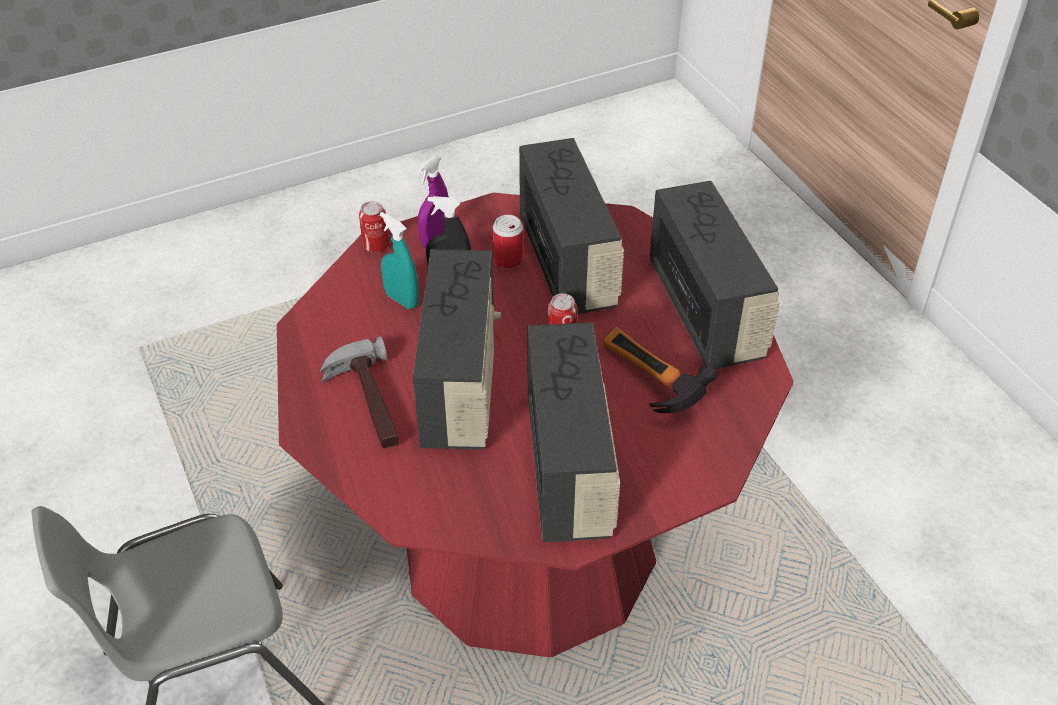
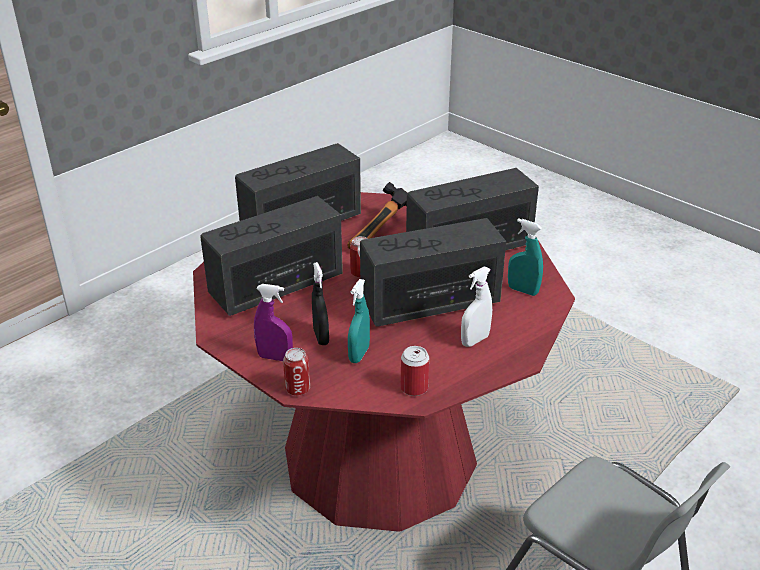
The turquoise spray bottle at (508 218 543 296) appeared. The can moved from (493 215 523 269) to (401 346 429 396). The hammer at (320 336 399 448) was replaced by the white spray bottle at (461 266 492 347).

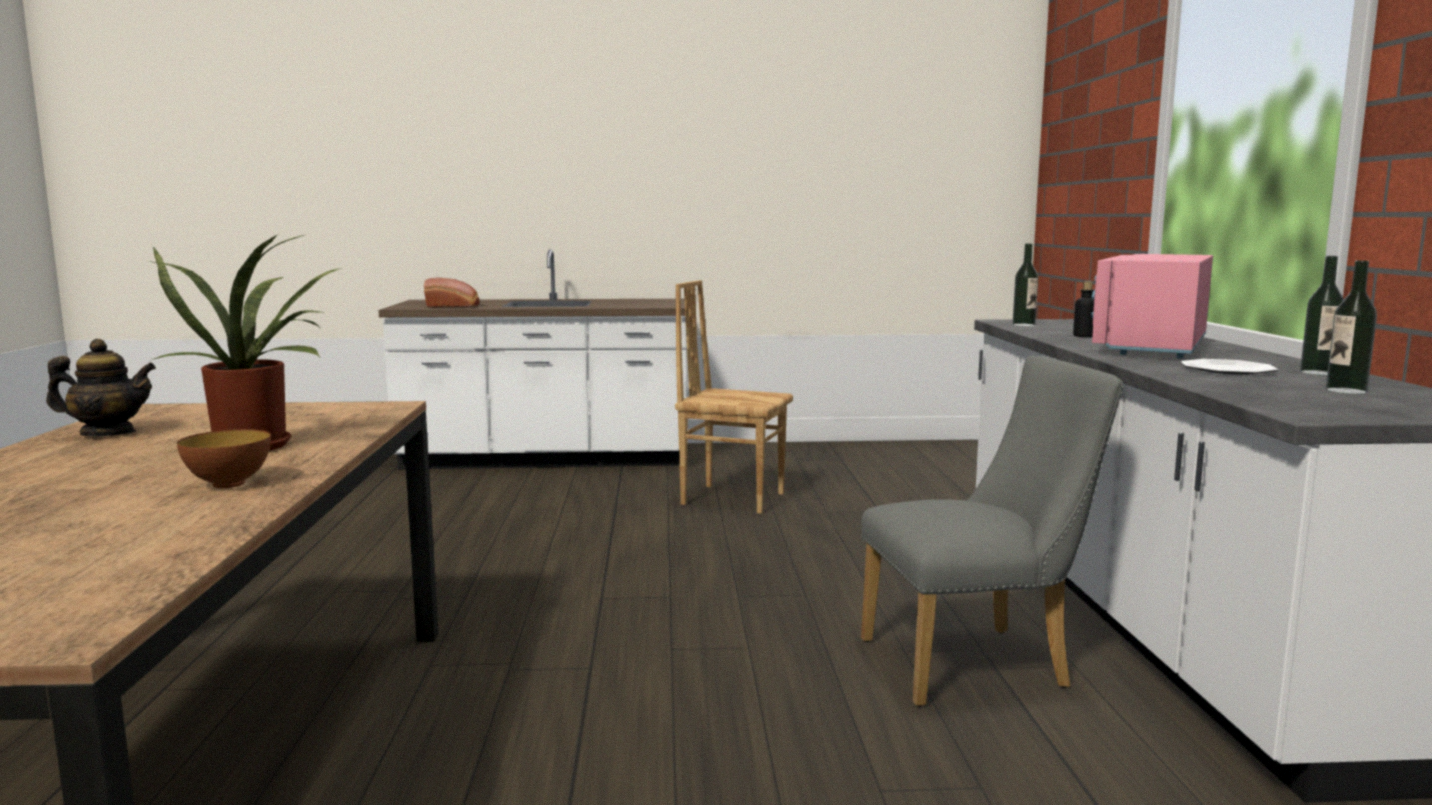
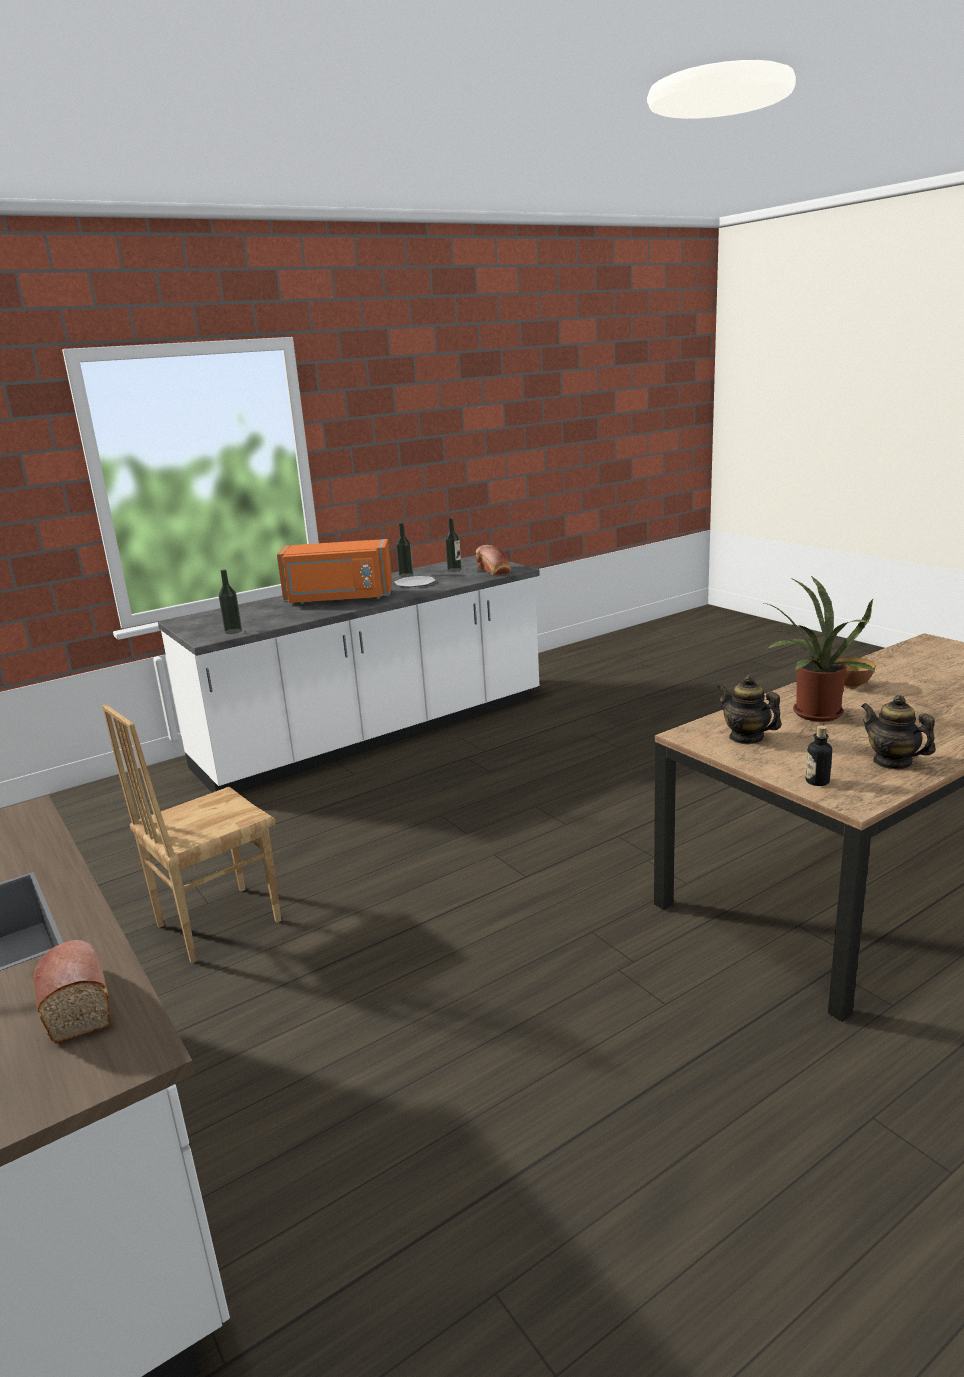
The grey chair at (861 356 1123 707) disappeared. The bread at (476 545 511 576) appeared. The teapot at (717 675 782 744) appeared. The bottle moved from (1073 281 1094 337) to (806 725 832 786). The pink microwave at (1091 254 1213 359) became the orange microwave at (277 539 392 604). The brown chair at (675 280 793 514) turned 60 degrees clockwise.

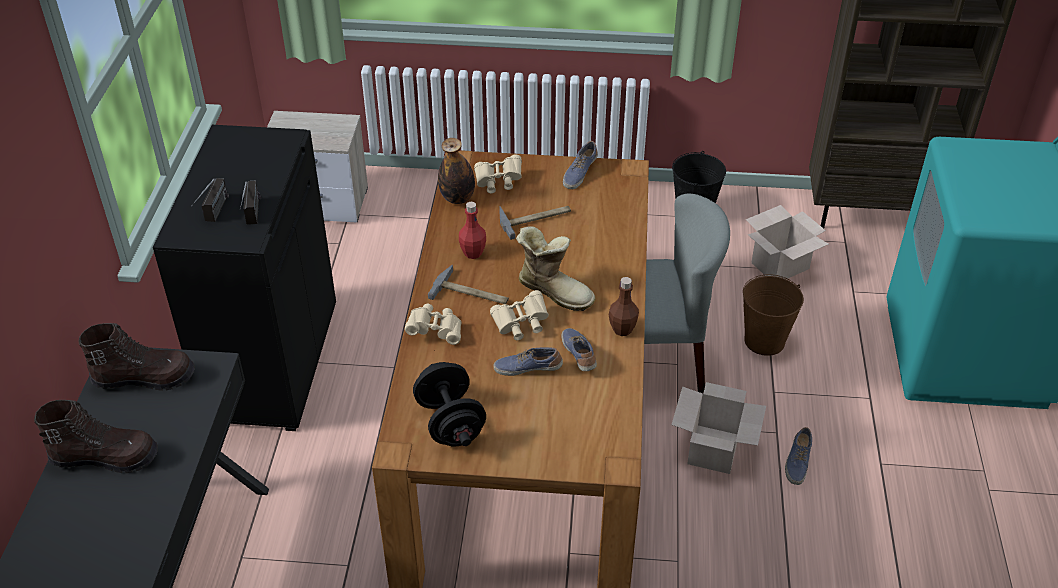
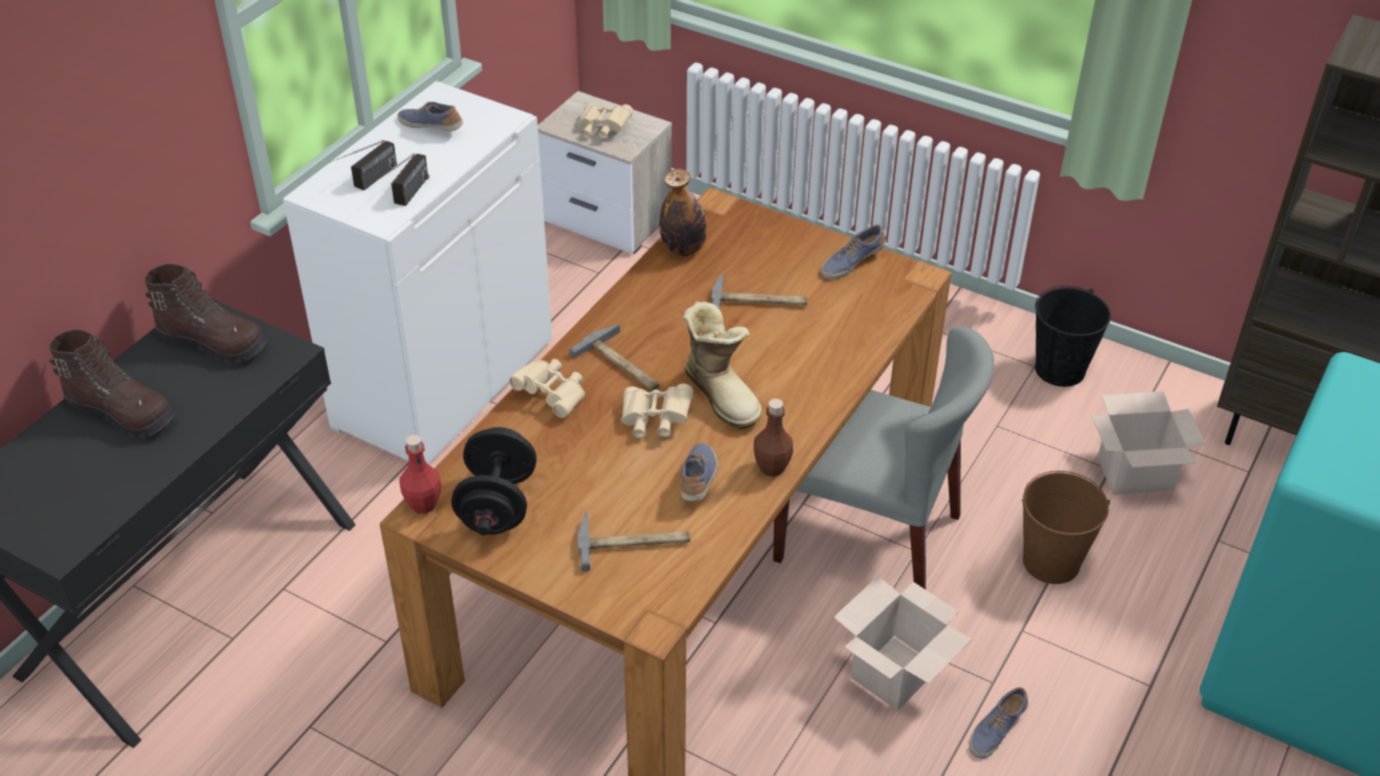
The hammer at (578 512 690 572) appeared. The red bottle moved from (459 202 486 259) to (399 435 441 514). The beige binoculars moved from (474 154 522 193) to (577 103 633 139). The shoe moved from (493 347 563 376) to (397 102 463 131). The black cabinet at (153 125 336 431) became the white cabinet at (283 81 552 464).

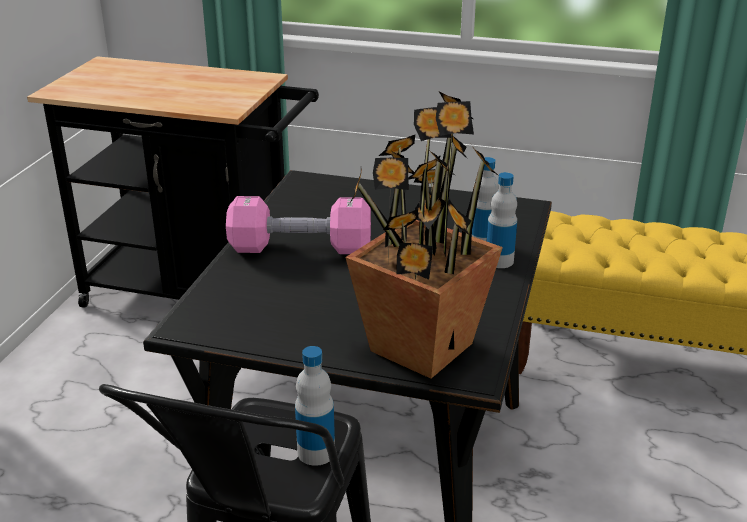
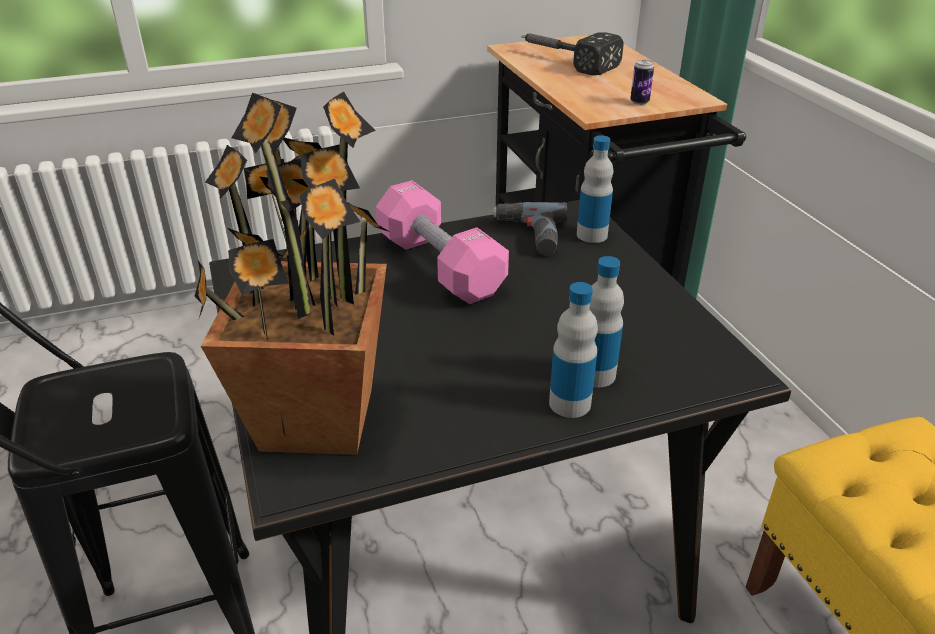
The power drill at (492 202 567 256) appeared. The hammer at (521 32 624 75) appeared. The can at (630 60 654 105) appeared. The bottle moved from (295 346 335 466) to (577 136 614 243).

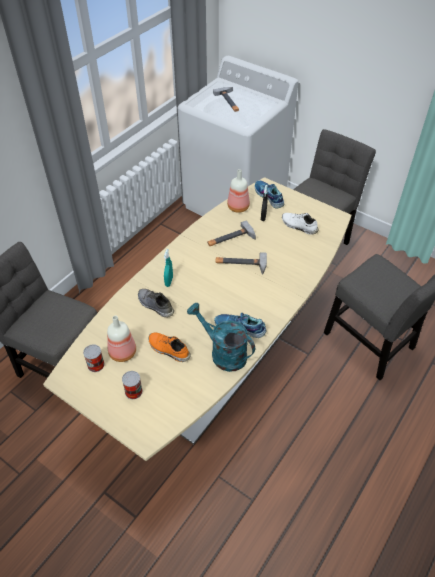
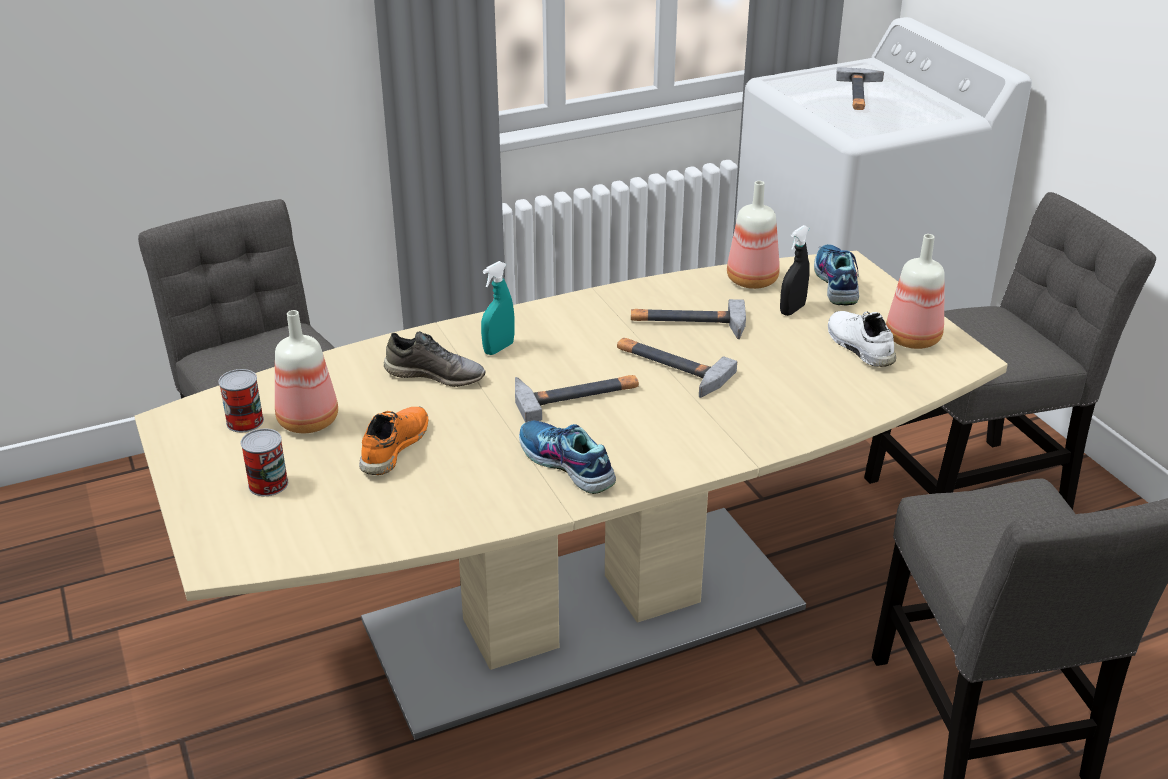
The turquoise watering can at (187 303 255 372) disappeared. The hammer at (515 375 639 423) appeared. The bottle at (886 234 945 349) appeared. The grey shoe at (138 289 174 317) turned 120 degrees clockwise. The orange shoe at (148 333 191 362) turned 45 degrees clockwise.

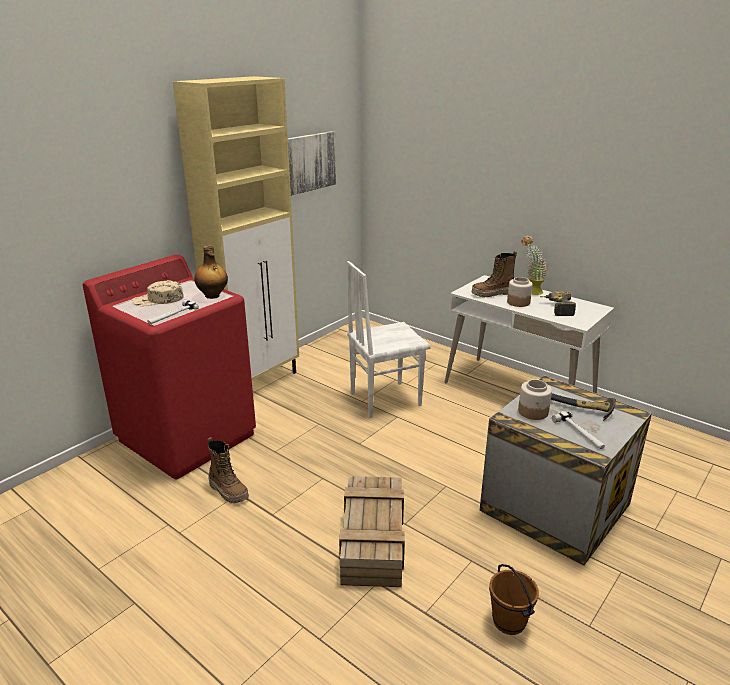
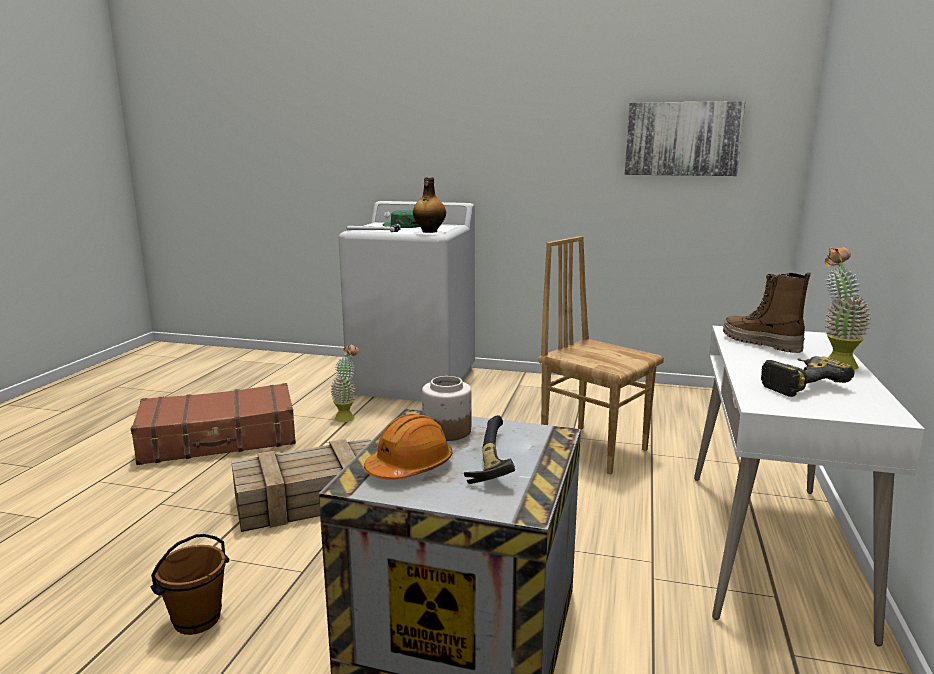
The beige cabinet at (173 76 299 380) disappeared. The jar at (507 277 533 307) disappeared. The brown suitcase at (131 383 296 465) appeared. The boot at (207 437 249 503) was replaced by the potted plant at (330 344 359 422). The hammer at (552 411 605 449) was replaced by the orange hard hat at (364 414 453 480). The red washing machine at (83 255 256 479) became the white washing machine at (338 201 475 401). The beige cap at (133 280 184 306) became the green cap at (383 210 420 228). The white chair at (347 261 431 418) became the brown chair at (539 236 664 474).

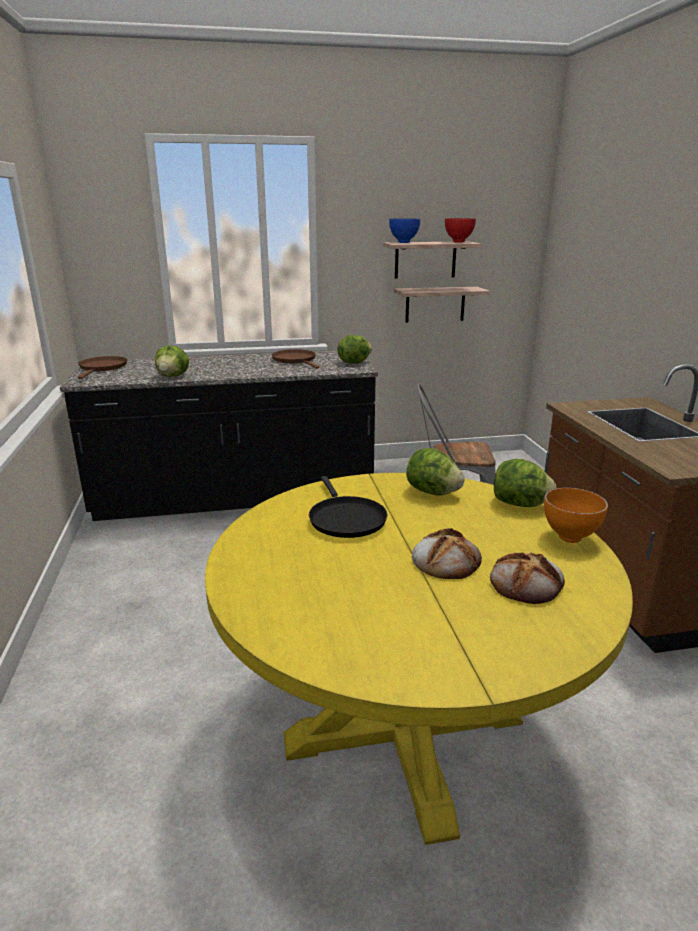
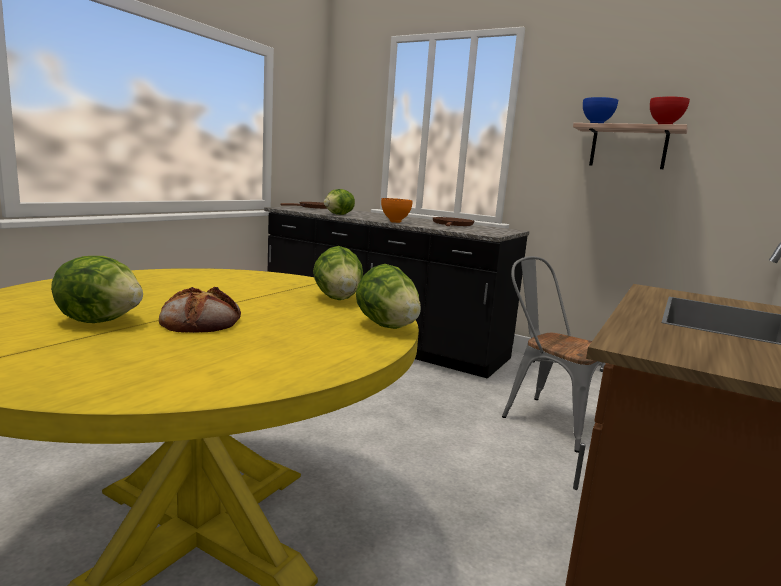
The black frying pan at (309 476 387 538) disappeared. The shelf at (394 287 490 323) disappeared. The bread at (490 552 565 604) disappeared. The lettuce moved from (337 335 372 364) to (51 256 143 323). The orange bowl moved from (544 488 608 543) to (381 198 413 223).

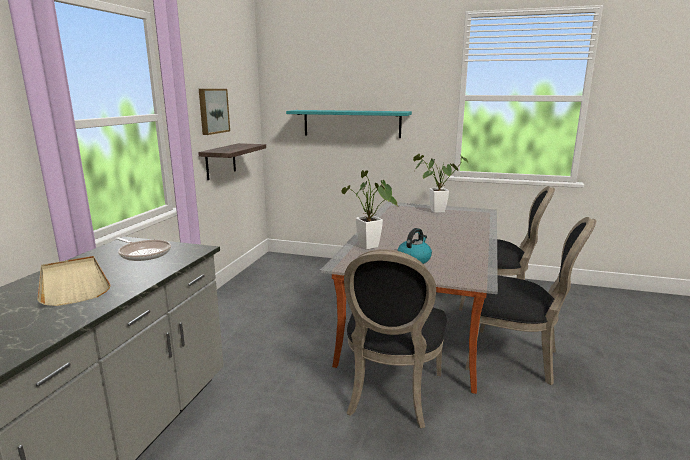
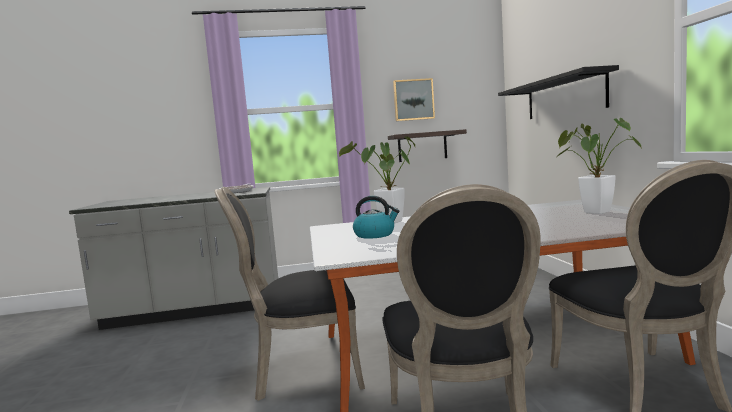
The beige tray at (37 256 111 306) disappeared. The turquoise shelf at (286 110 412 138) became the black shelf at (498 65 619 119).

